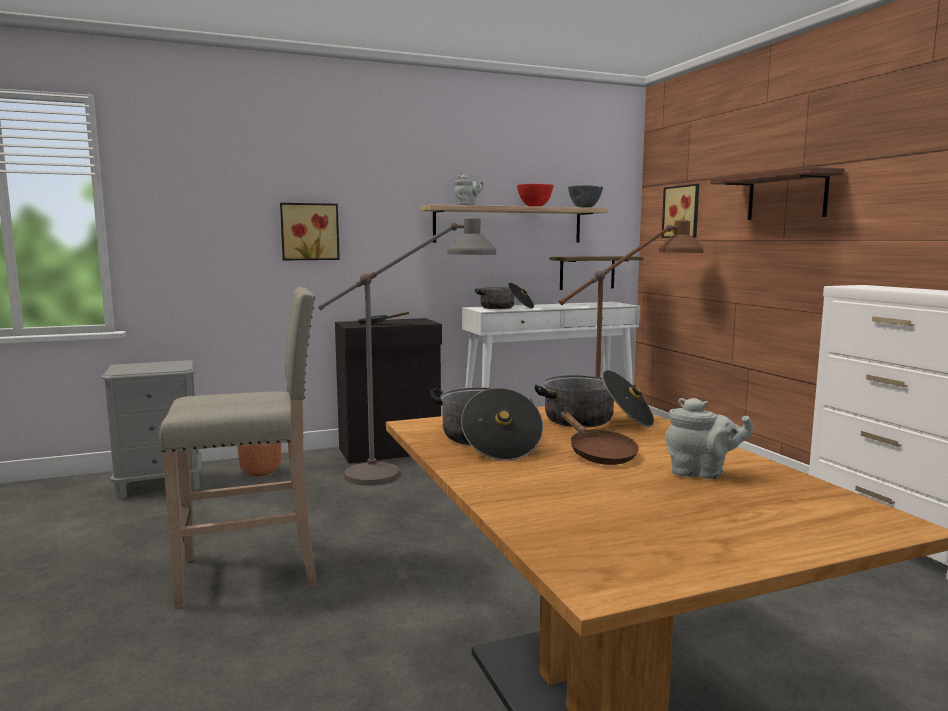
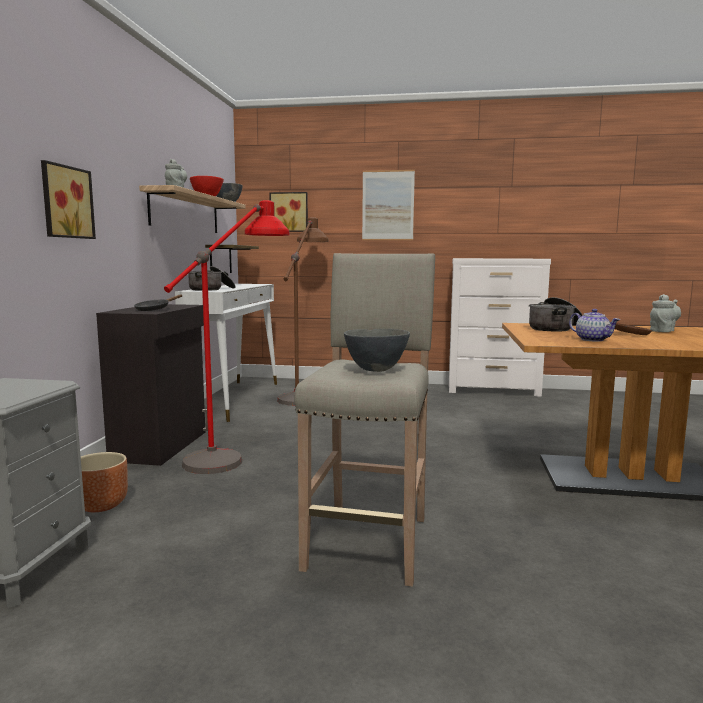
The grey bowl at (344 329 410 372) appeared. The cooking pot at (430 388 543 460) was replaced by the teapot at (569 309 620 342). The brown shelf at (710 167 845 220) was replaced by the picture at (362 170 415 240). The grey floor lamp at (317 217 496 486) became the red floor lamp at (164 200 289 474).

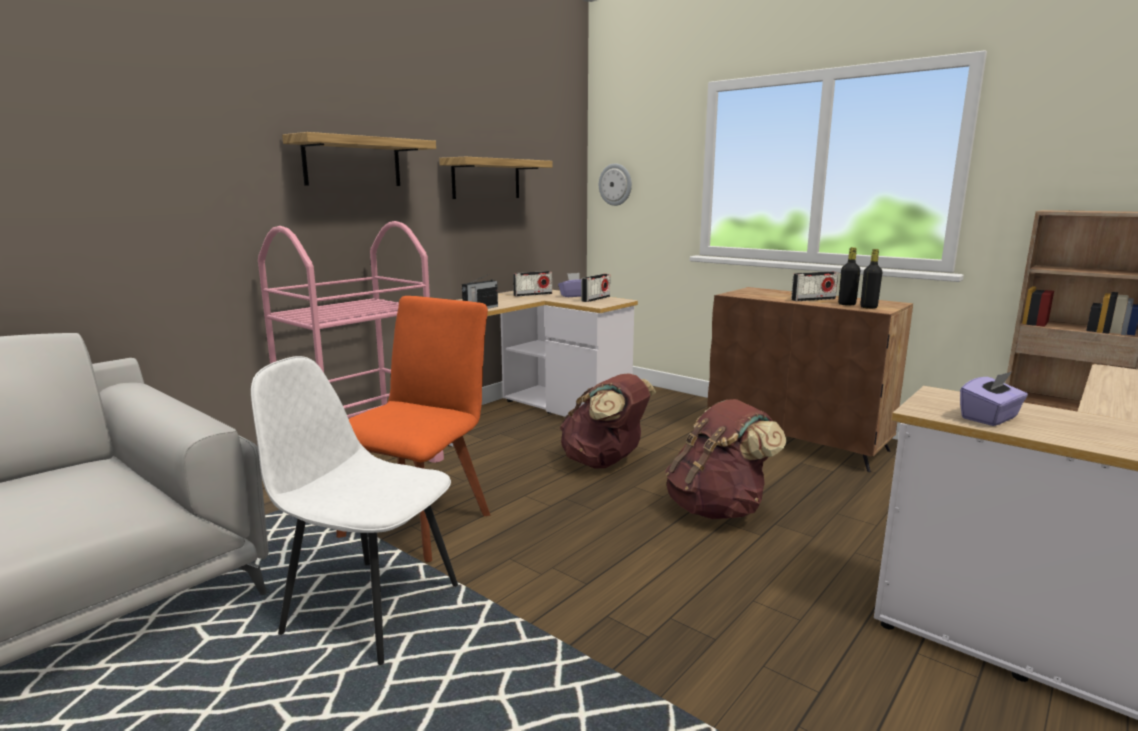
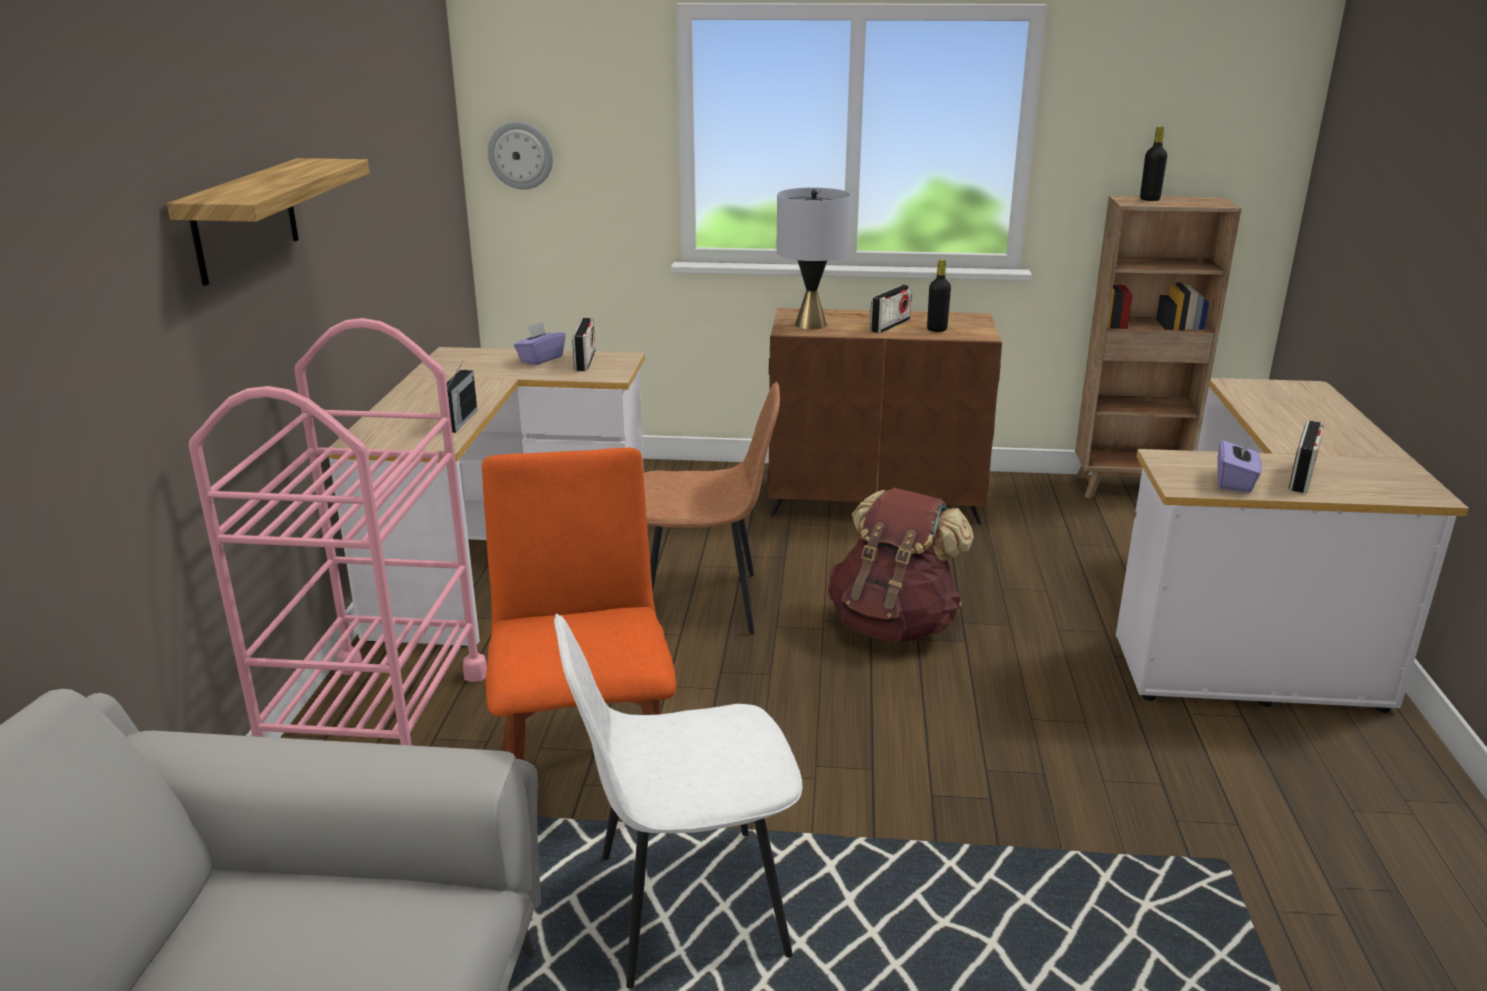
The shelf at (439 157 552 199) disappeared. The grey table lamp at (776 188 851 329) appeared. The radio moved from (513 271 552 296) to (1289 421 1324 493). The black bottle moved from (861 249 883 309) to (1140 126 1167 201). The brown backpack at (560 373 656 469) was replaced by the brown chair at (643 382 780 635).

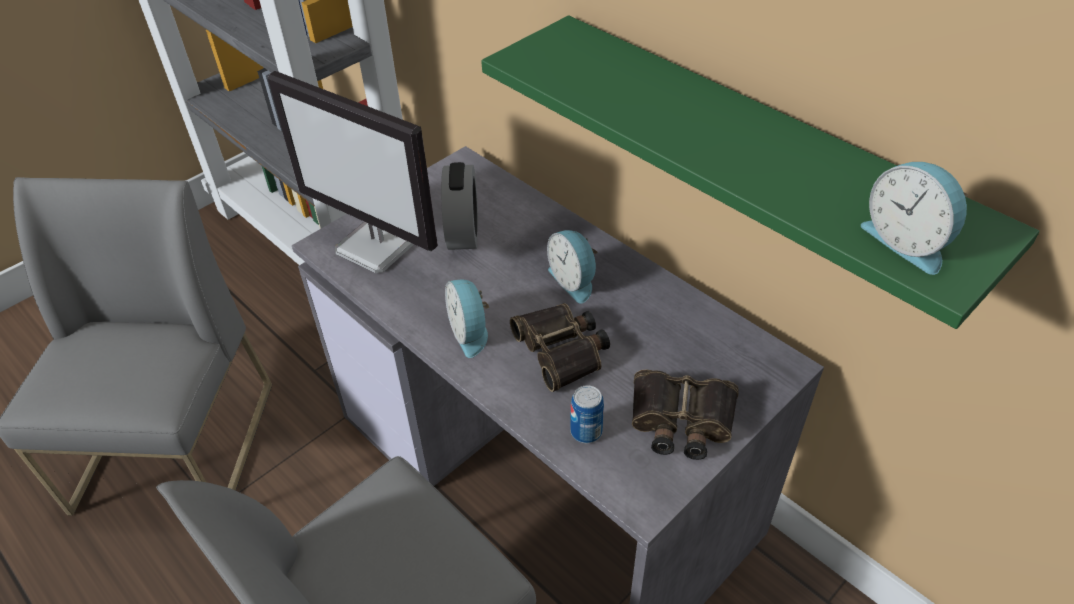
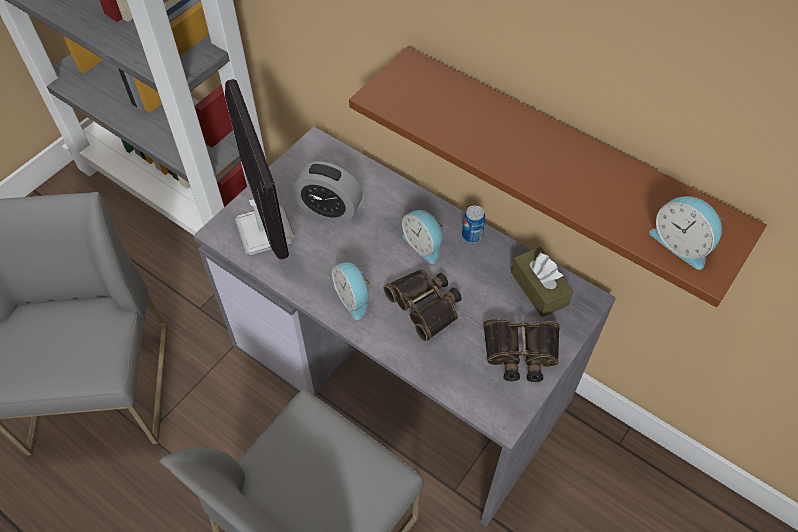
The brown tissue box at (511 247 573 317) appeared. The can moved from (570 385 604 443) to (462 206 485 243). The green shelf at (481 15 1039 329) became the brown shelf at (349 46 767 307). The monitor at (268 71 438 273) turned 135 degrees counterclockwise. The alarm clock at (441 162 478 250) turned 120 degrees clockwise.

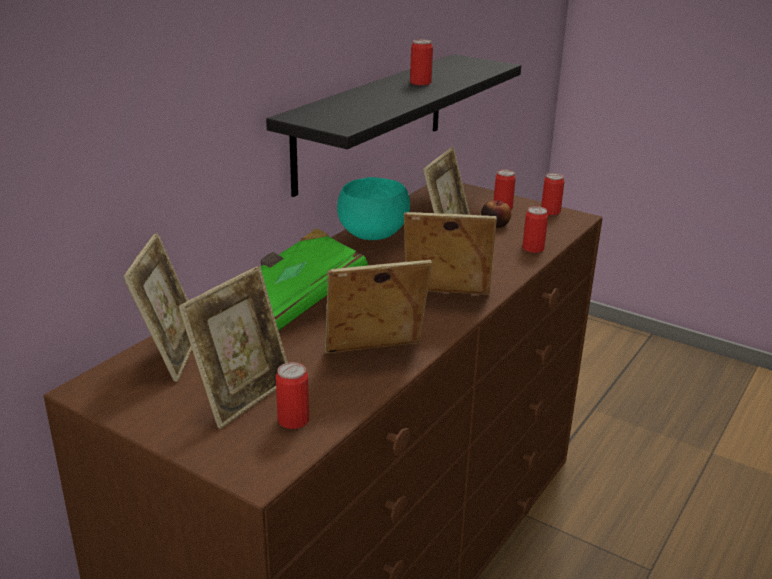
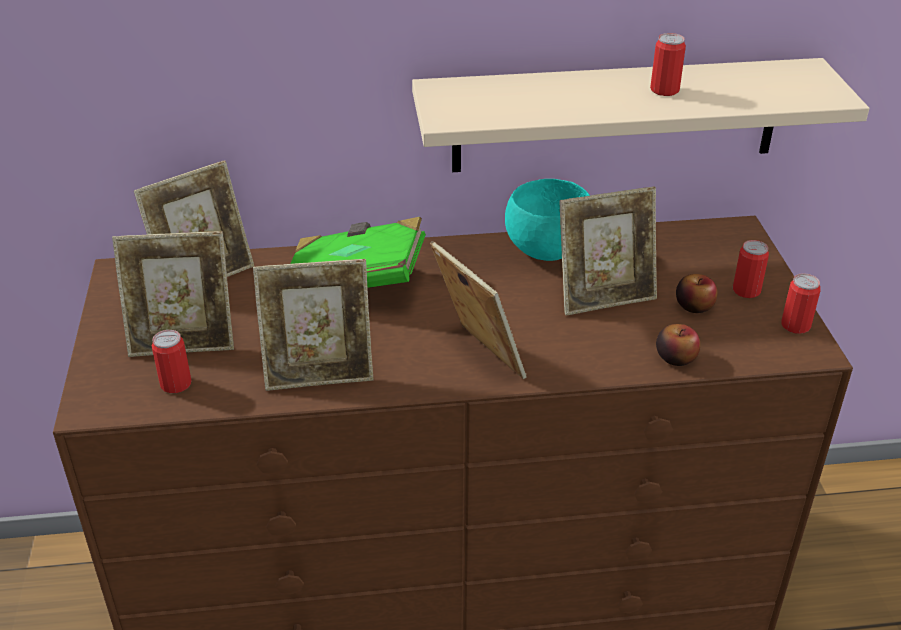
The can at (522 206 548 253) was replaced by the apple at (656 324 700 366). The black shelf at (266 54 521 197) became the beige shelf at (412 58 869 172). The picture frame at (325 260 432 354) turned 135 degrees clockwise.

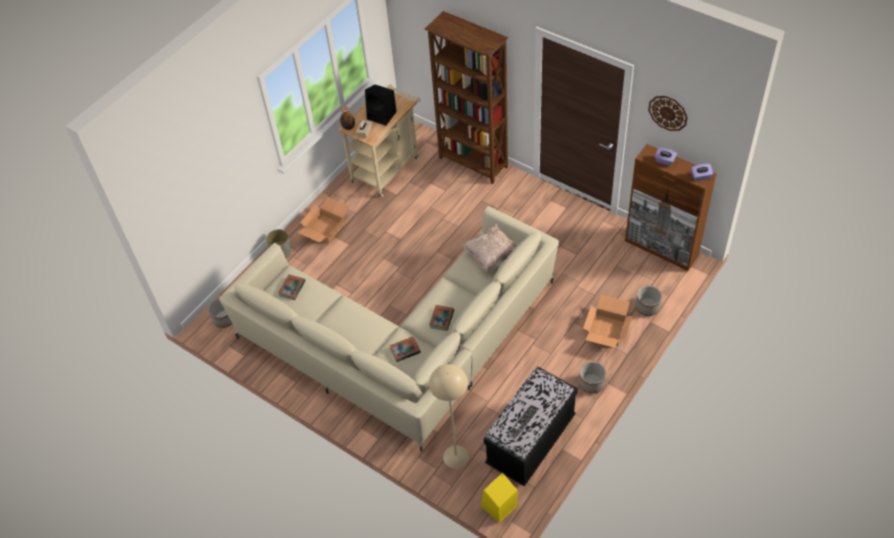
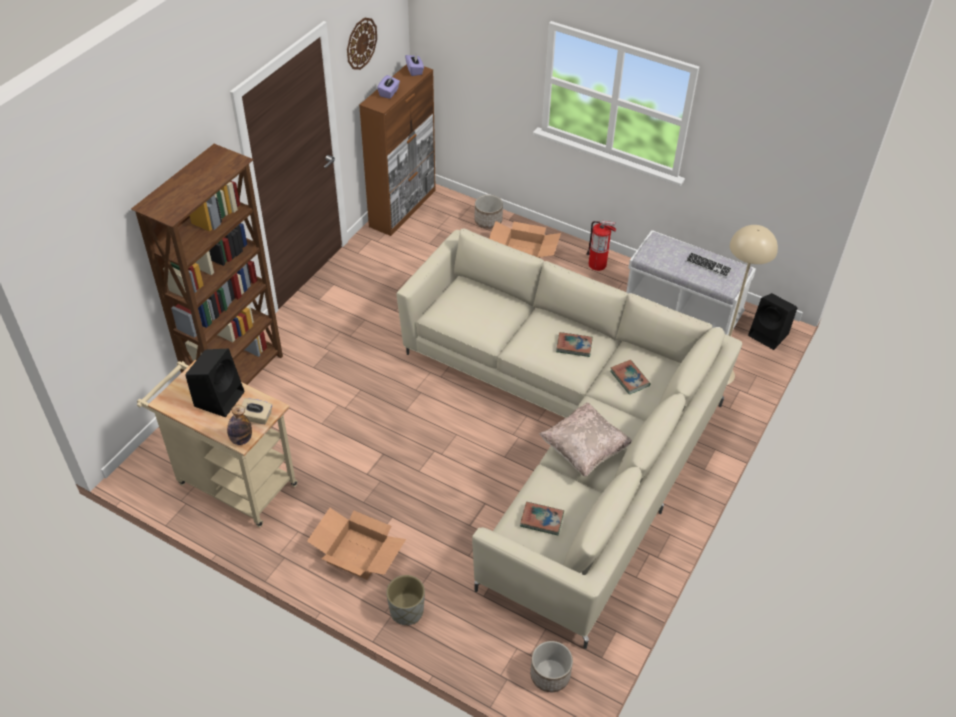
The beige pillow moved from (461 224 517 272) to (539 402 632 477). The planter at (579 362 606 394) was replaced by the fire extinguisher at (586 221 616 271). The yellow speaker at (481 473 518 523) became the black speaker at (748 293 797 350). The black bench at (484 367 578 486) became the white bench at (626 230 756 335).

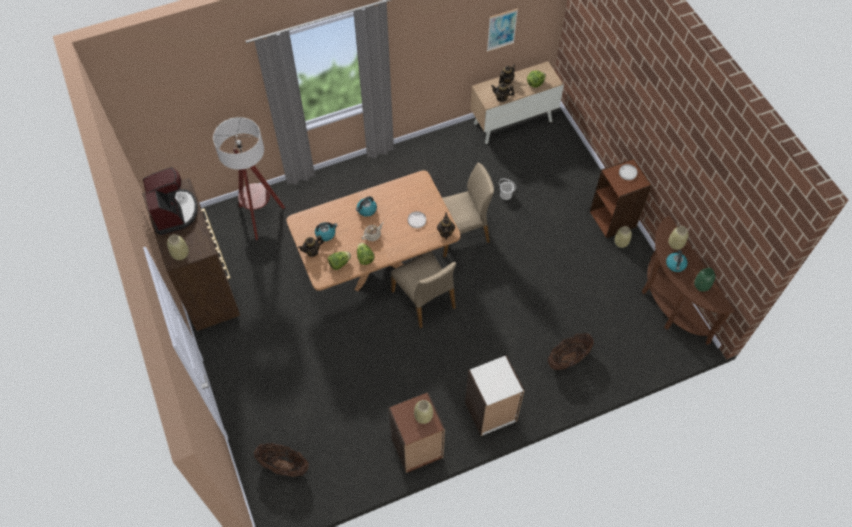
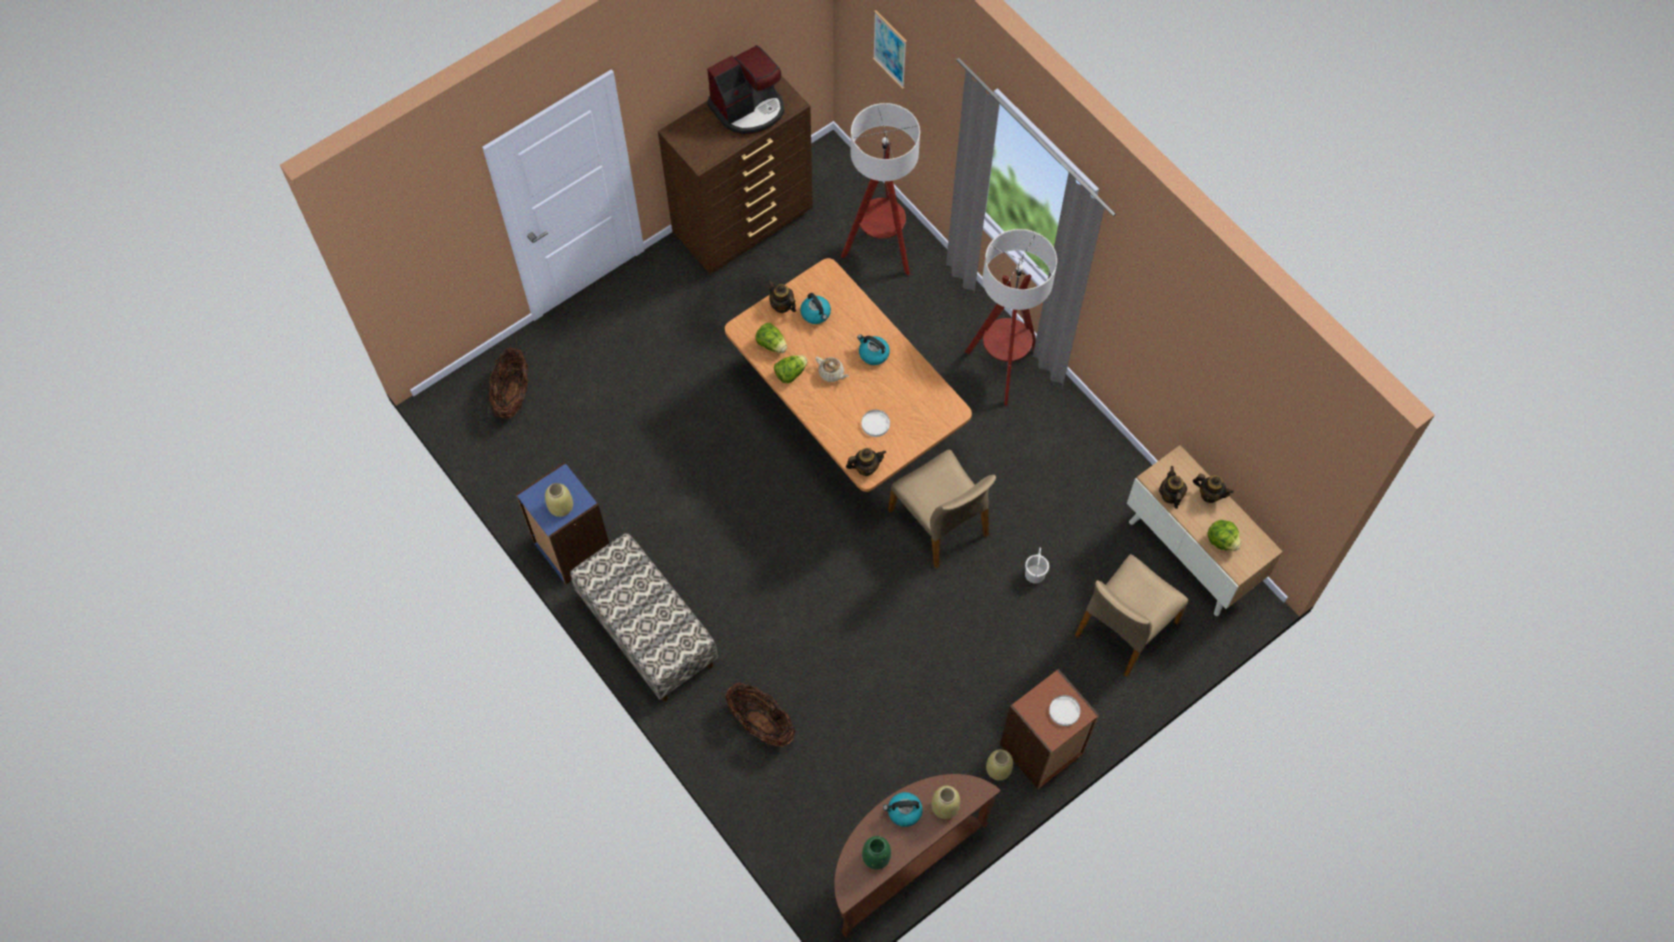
The beige vase at (167 234 189 260) disappeared. The floor lamp at (965 229 1057 406) appeared. The beige chair moved from (391 251 456 328) to (1075 554 1188 677). The picture moved from (487 8 518 52) to (873 10 907 89). The white bookcase at (465 355 525 436) was replaced by the bench at (570 533 718 701). The brown bookcase at (388 392 445 473) became the blue bookcase at (516 462 609 584).

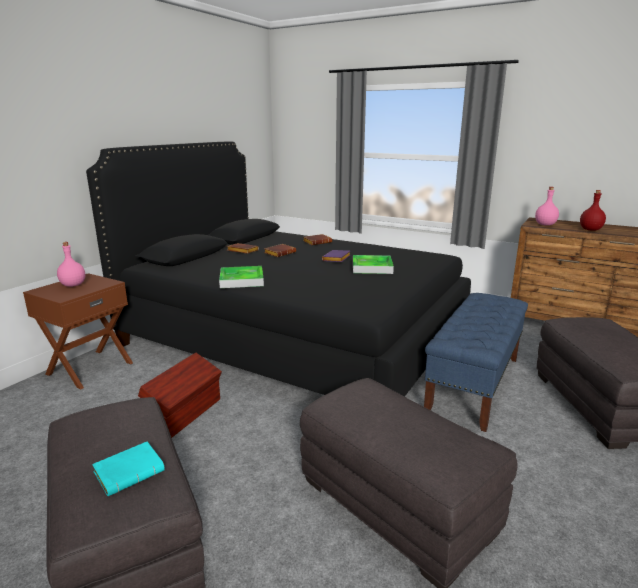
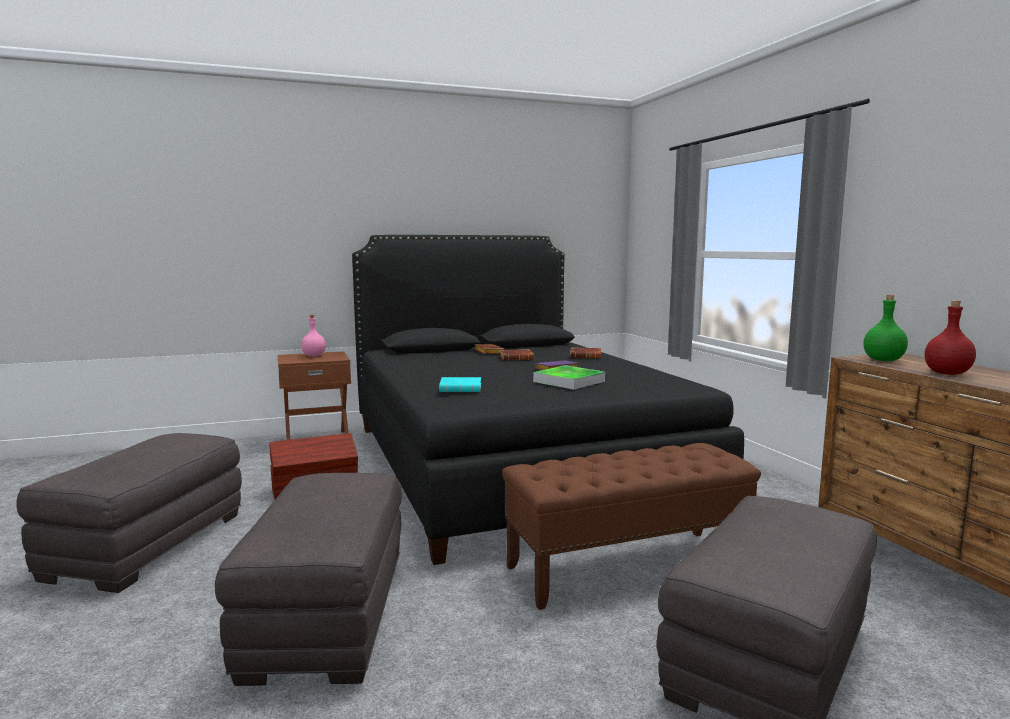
The tray at (219 266 264 288) disappeared. The turquoise book moved from (92 441 165 496) to (439 377 481 392). The blue bench at (424 293 528 432) became the brown bench at (502 443 761 610). The pink bottle at (535 187 559 226) became the green bottle at (863 295 908 361).

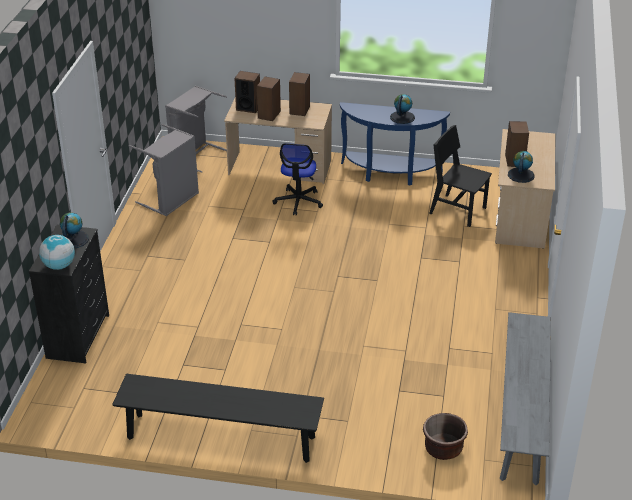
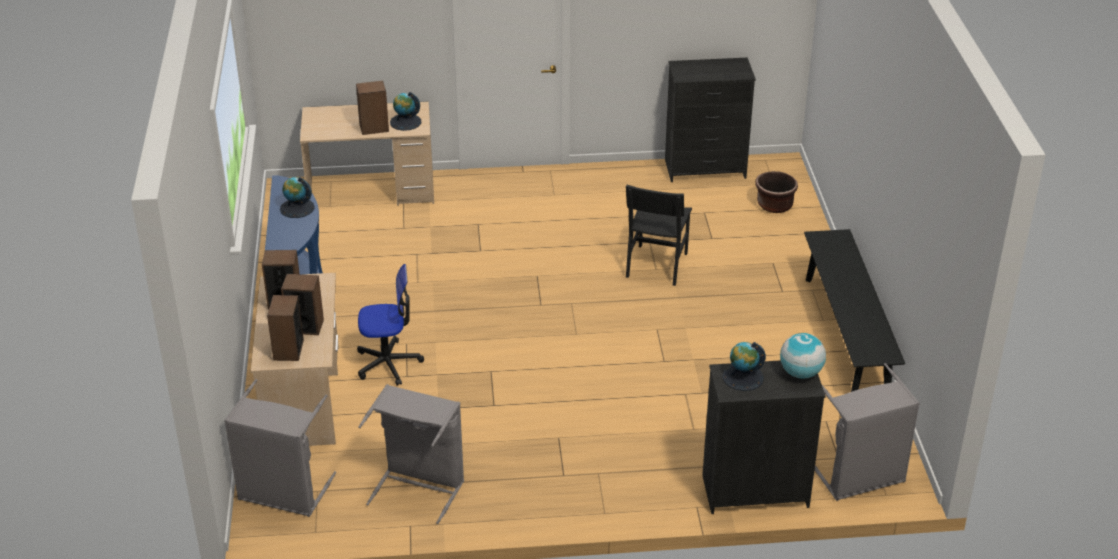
The grey laundry basket at (814 363 920 501) appeared. The black chair moved from (429 125 492 227) to (626 185 692 286). The grey bench at (500 312 551 485) was replaced by the black dresser at (665 58 756 182).

